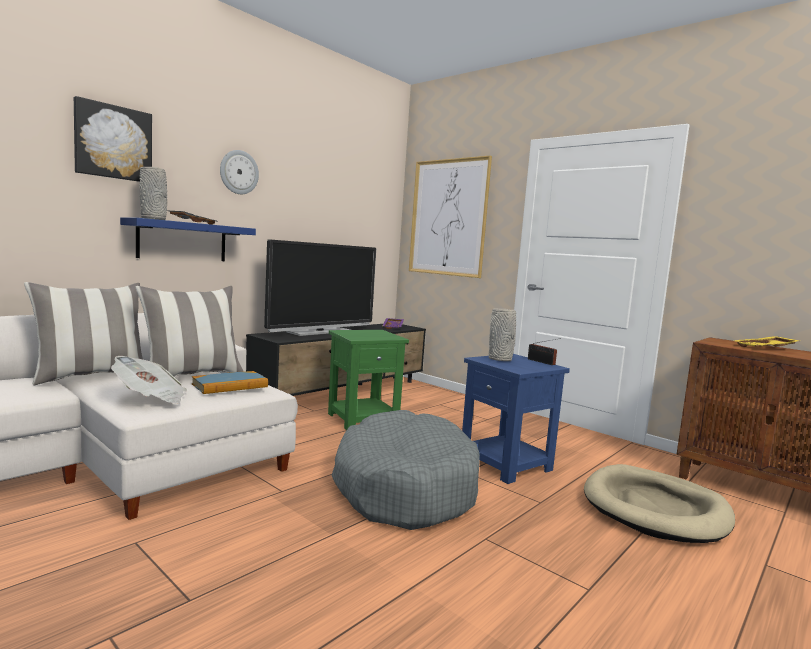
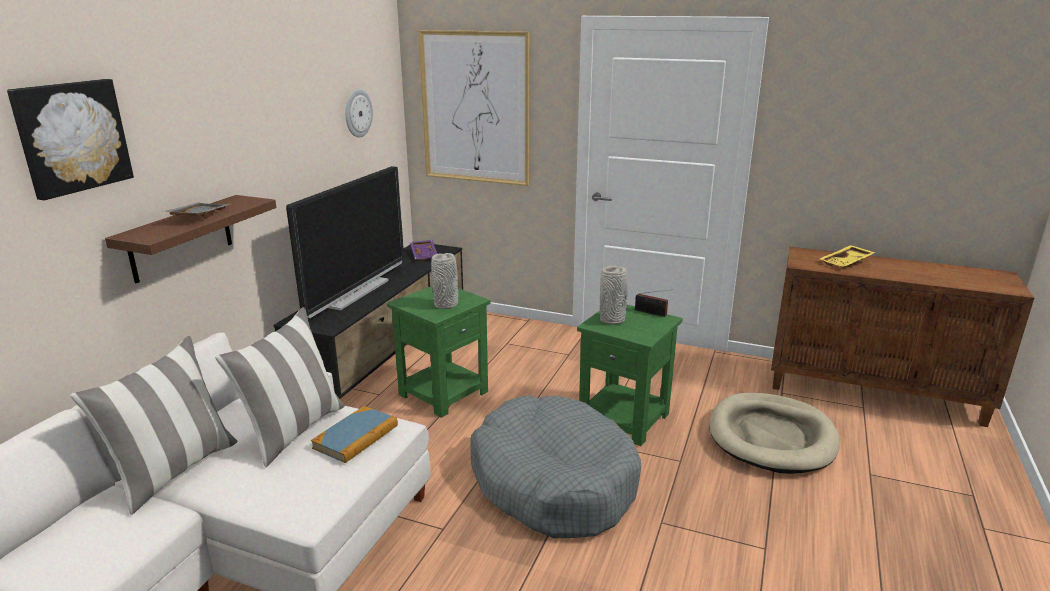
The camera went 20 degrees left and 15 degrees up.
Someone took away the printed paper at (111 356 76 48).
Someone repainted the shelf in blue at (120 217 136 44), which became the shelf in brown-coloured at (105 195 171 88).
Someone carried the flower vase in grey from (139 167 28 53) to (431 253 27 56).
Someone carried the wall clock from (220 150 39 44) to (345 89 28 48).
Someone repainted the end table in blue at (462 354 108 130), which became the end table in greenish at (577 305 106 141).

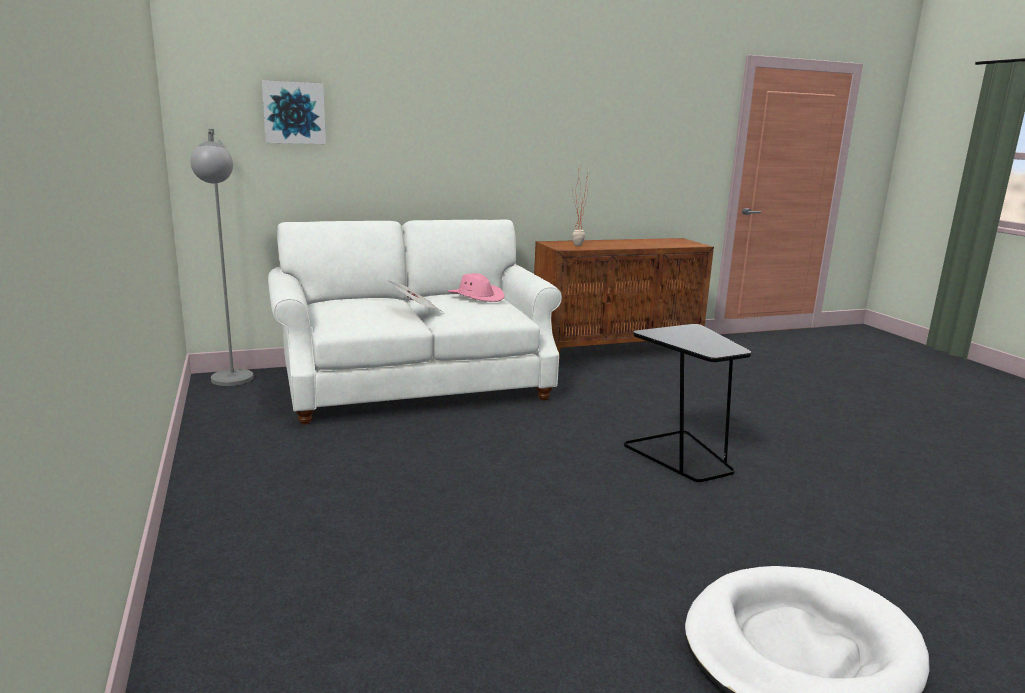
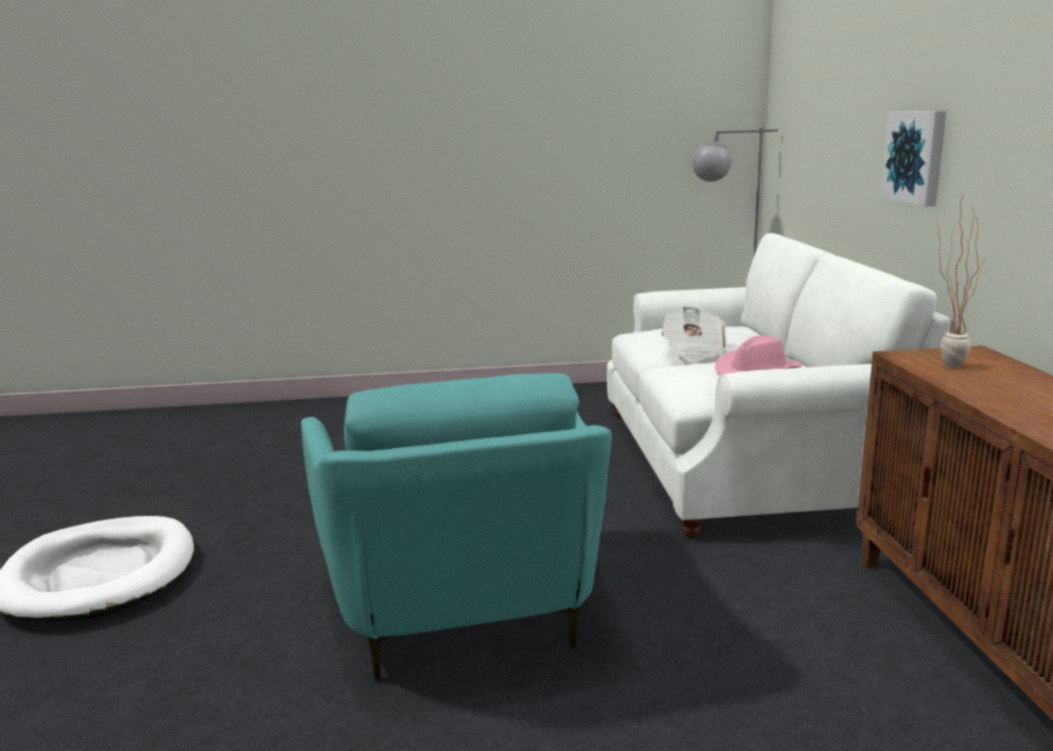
The camera went 105 degrees right and 0 degrees up.
Someone carried the picture from (262 81 64 63) to (880 111 67 96).
Someone swapped the end table in black at (624 324 127 158) for the easy chair in blue-green at (301 373 311 307).

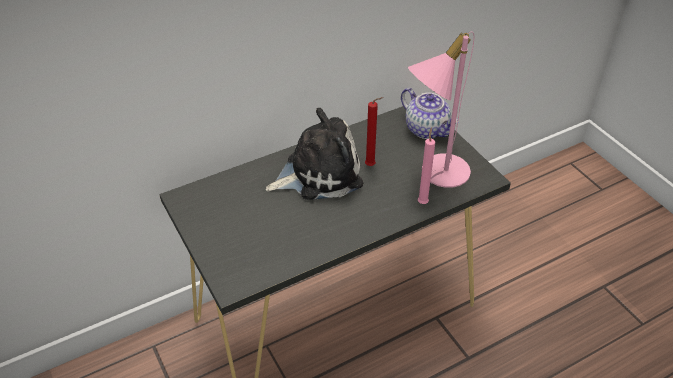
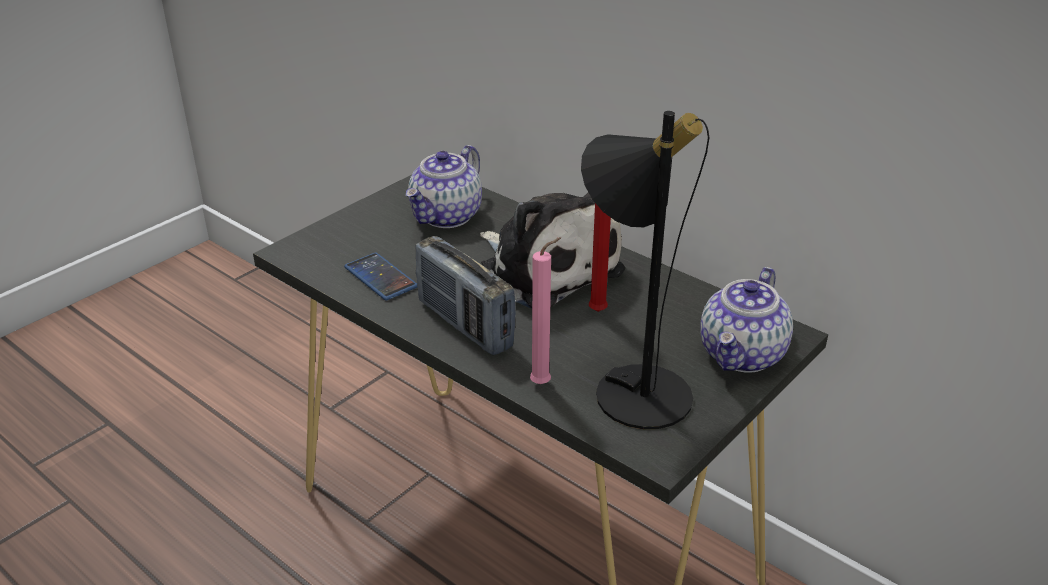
The camera went 70 degrees right and 10 degrees down.
Someone repainted the tabletop lamp in pink at (408 32 67 156), which became the tabletop lamp in black at (581 111 128 318).
Someone put down the phone at (344 252 73 48).
Someone put down the tea pot at (406 145 76 83).
Someone put down the radio receiver at (415 236 101 119).

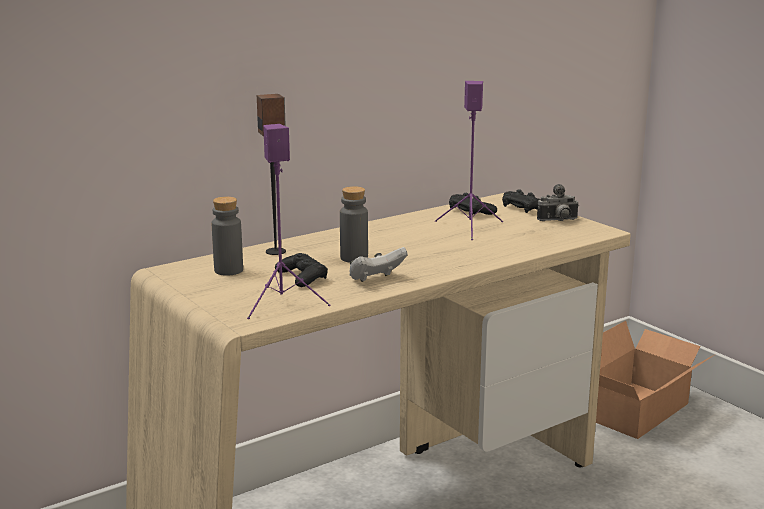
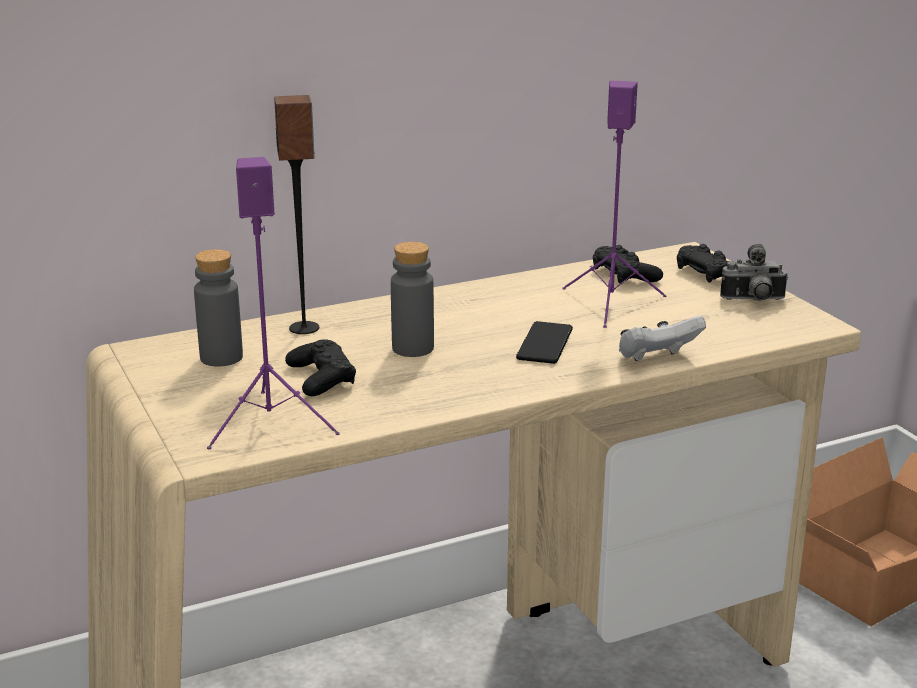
The camera went 10 degrees right and 5 degrees up.
Someone carried the game controller in whitish from (349 247 59 35) to (619 315 87 46).
Someone put down the phone at (516 321 57 43).

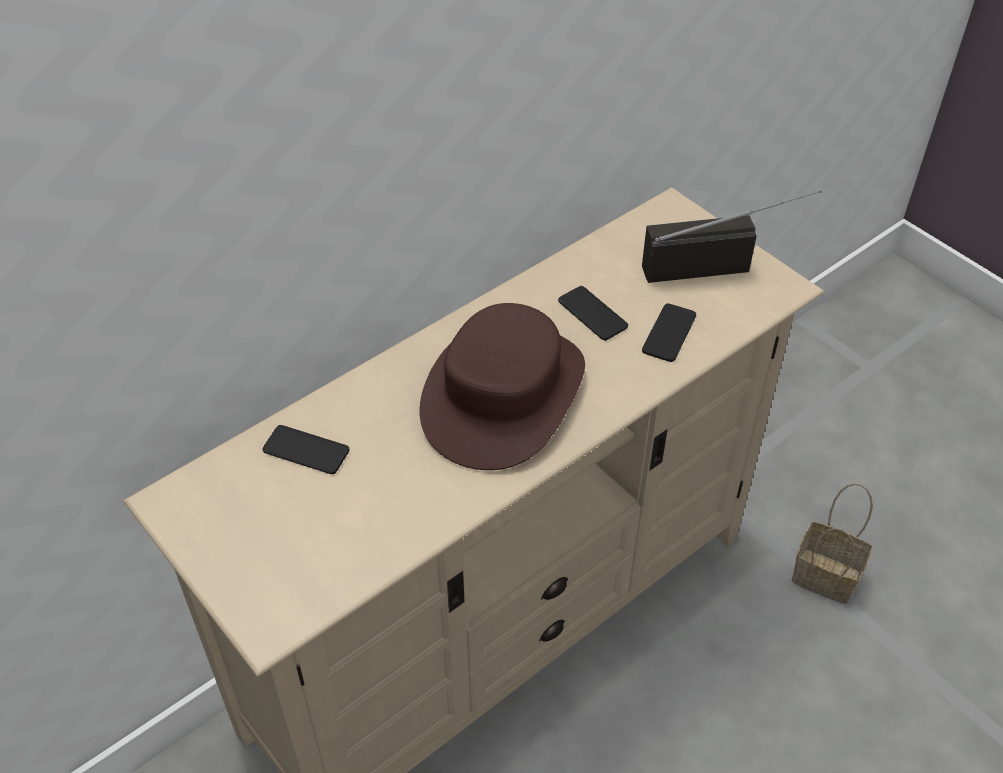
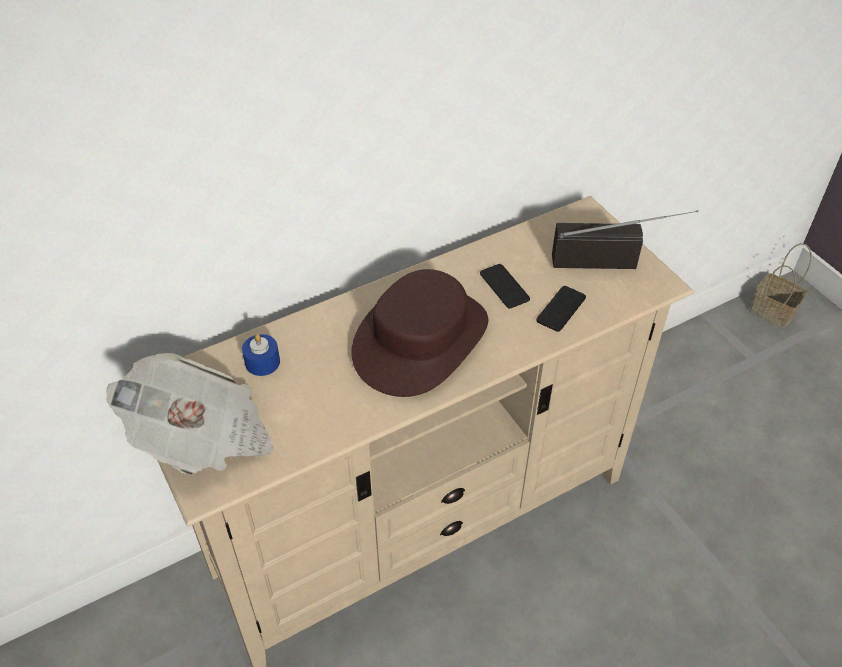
The camera went 10 degrees right and 0 degrees up.
Someone swapped the phone at (263 425 87 49) for the wax light in blue at (242 334 38 42).
Someone carried the storage basket from (792 483 81 121) to (750 243 62 85).
Someone put down the printed paper at (106 353 168 122).

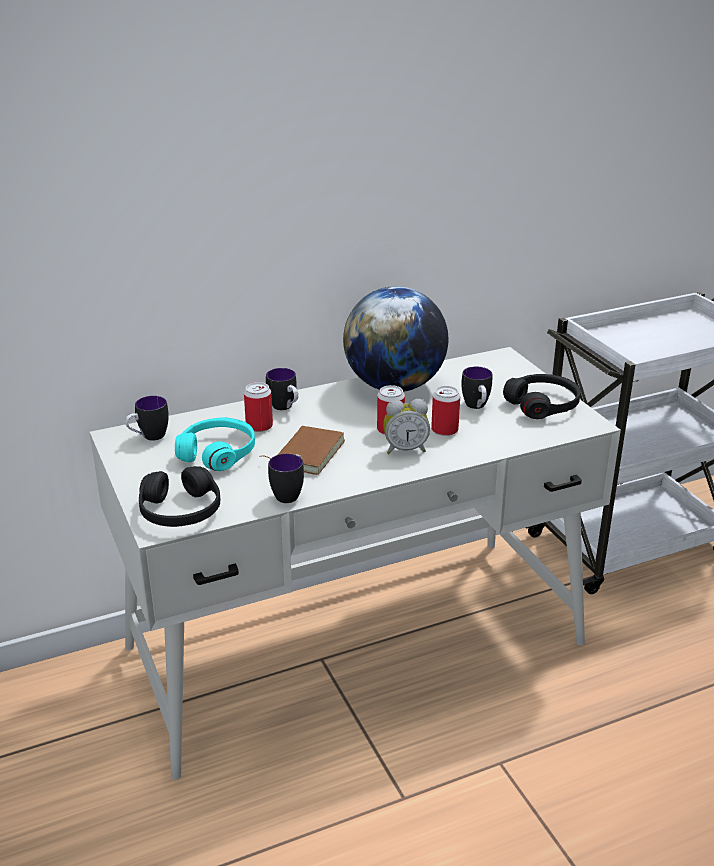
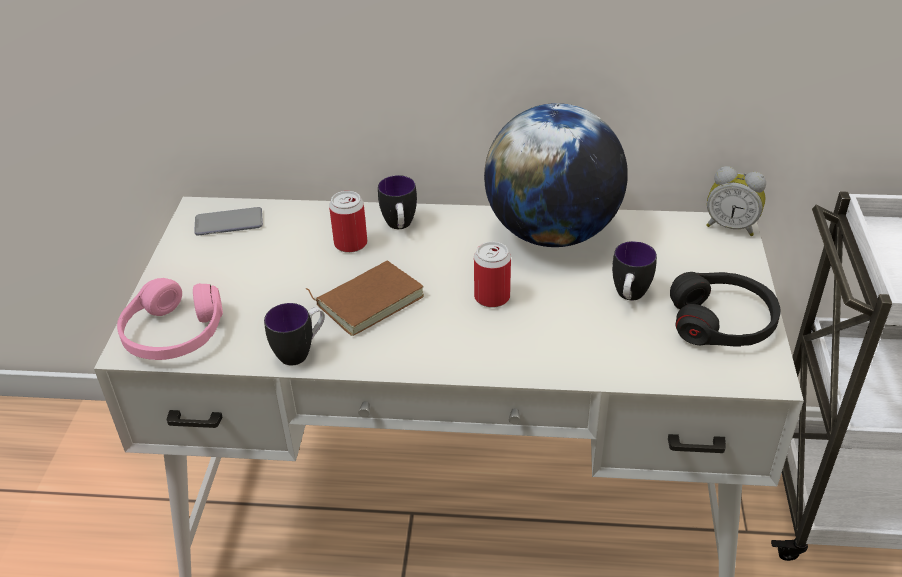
The camera went 30 degrees right and 10 degrees up.
Someone swapped the tea mug at (125 396 44 45) for the phone at (194 207 69 29).
Someone repainted the headset in black at (139 466 81 61), which became the headset in pink at (117 278 106 82).
Someone took away the headset in blue-green at (175 417 80 54).
Someone carried the bedside clock from (383 399 47 55) to (706 166 60 70).
Someone took away the sealed can at (431 386 29 50).

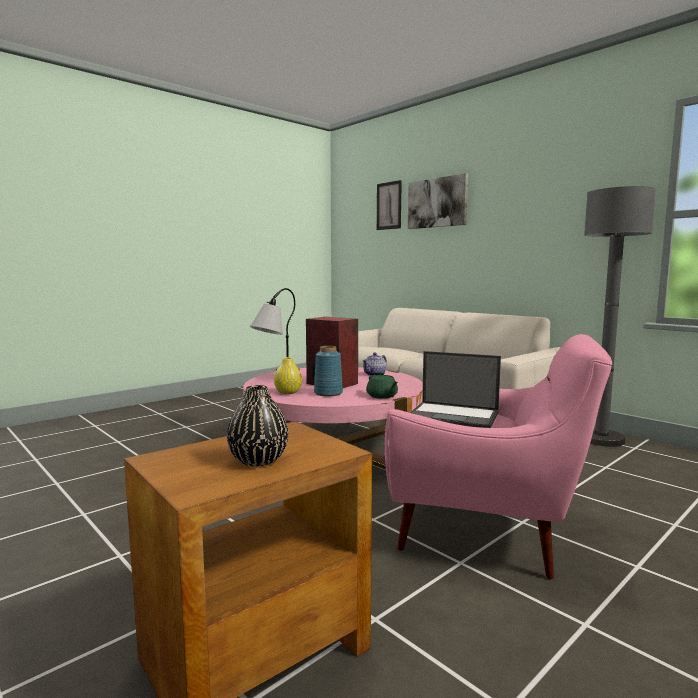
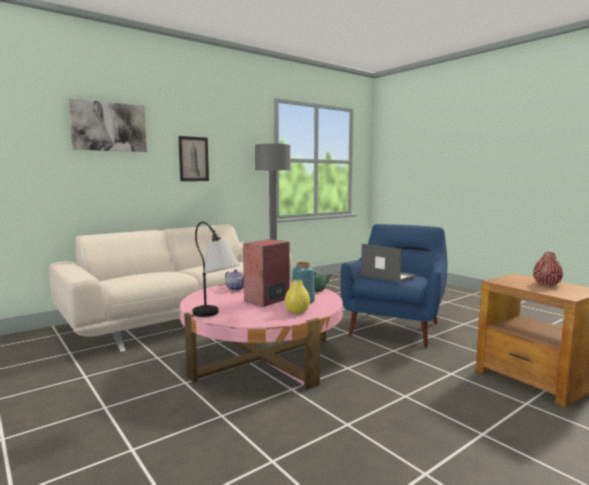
The camera went 85 degrees left and 0 degrees up.
Someone repainted the flower vase in black at (227 385 61 82), which became the flower vase in reddish at (533 252 30 34).
Someone carried the picture from (377 180 25 50) to (178 136 31 45).
Someone repainted the easy chair in pink at (385 334 227 245), which became the easy chair in blue at (340 224 108 123).
Someone rotated the portable computer at (410 351 91 77) by 75 degrees counterclockwise.

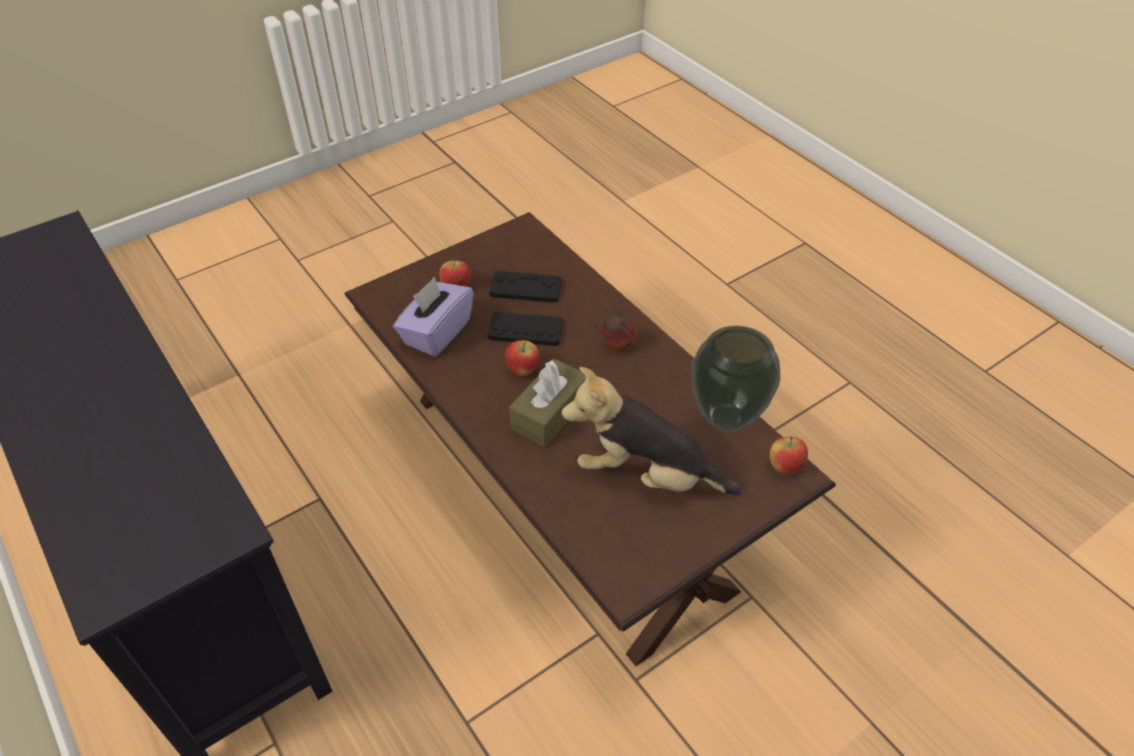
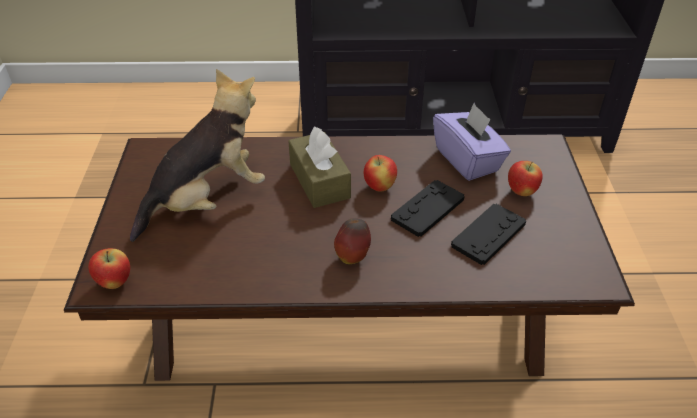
The camera went 125 degrees right and 5 degrees down.
Someone took away the flower vase at (691 326 90 105).

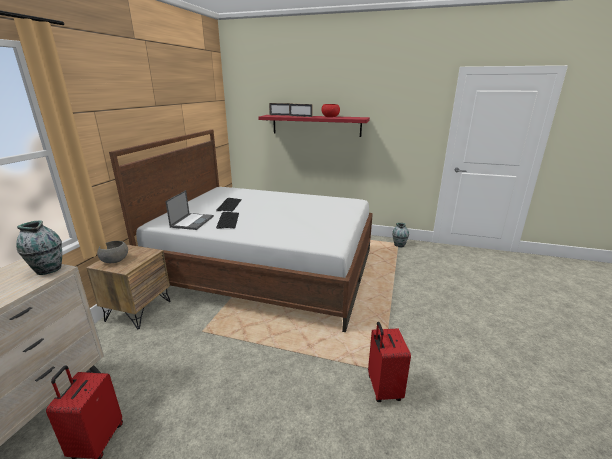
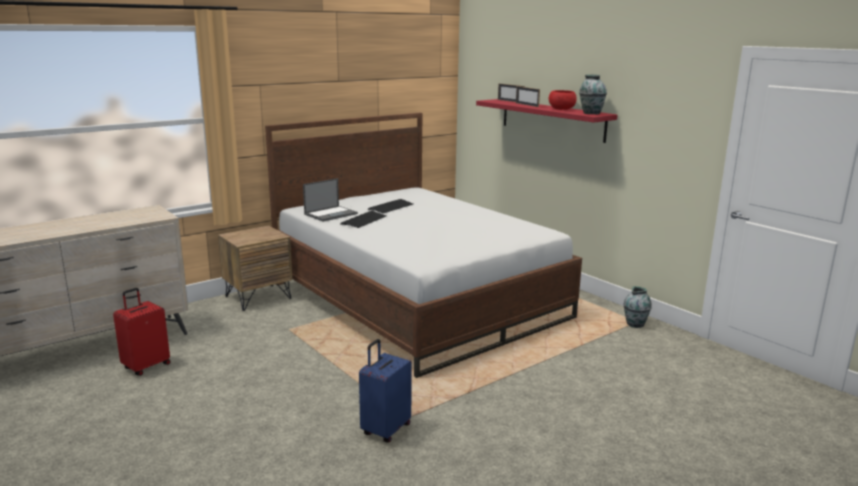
The camera went 35 degrees right and 5 degrees down.
Someone carried the flower vase from (16 220 46 55) to (579 75 28 39).
Someone took away the bowl in grey at (97 241 31 22).
Someone repainted the travel case in reddish at (368 322 43 80), which became the travel case in blue at (359 339 53 104).

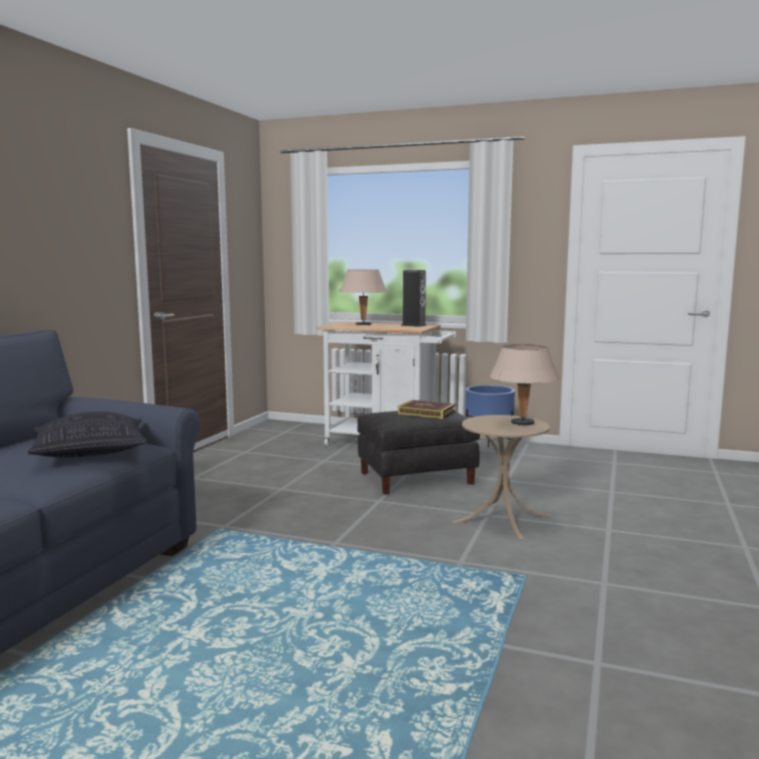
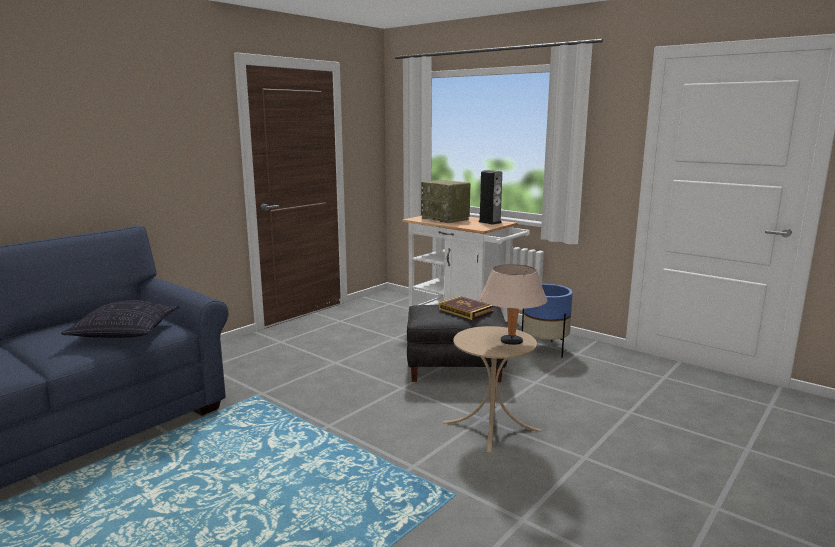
The camera went 20 degrees right and 5 degrees up.
Someone swapped the tabletop lamp in sand-coloured at (339 270 48 55) for the radio receiver at (421 180 50 43).

